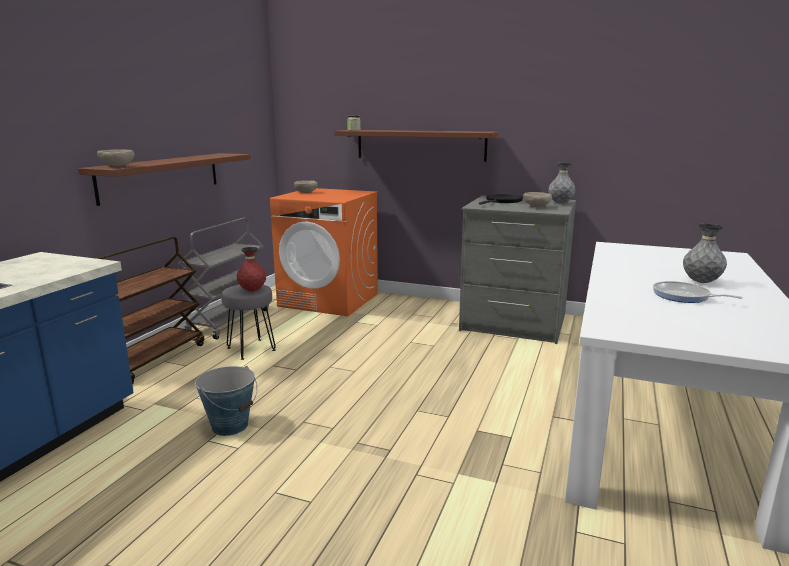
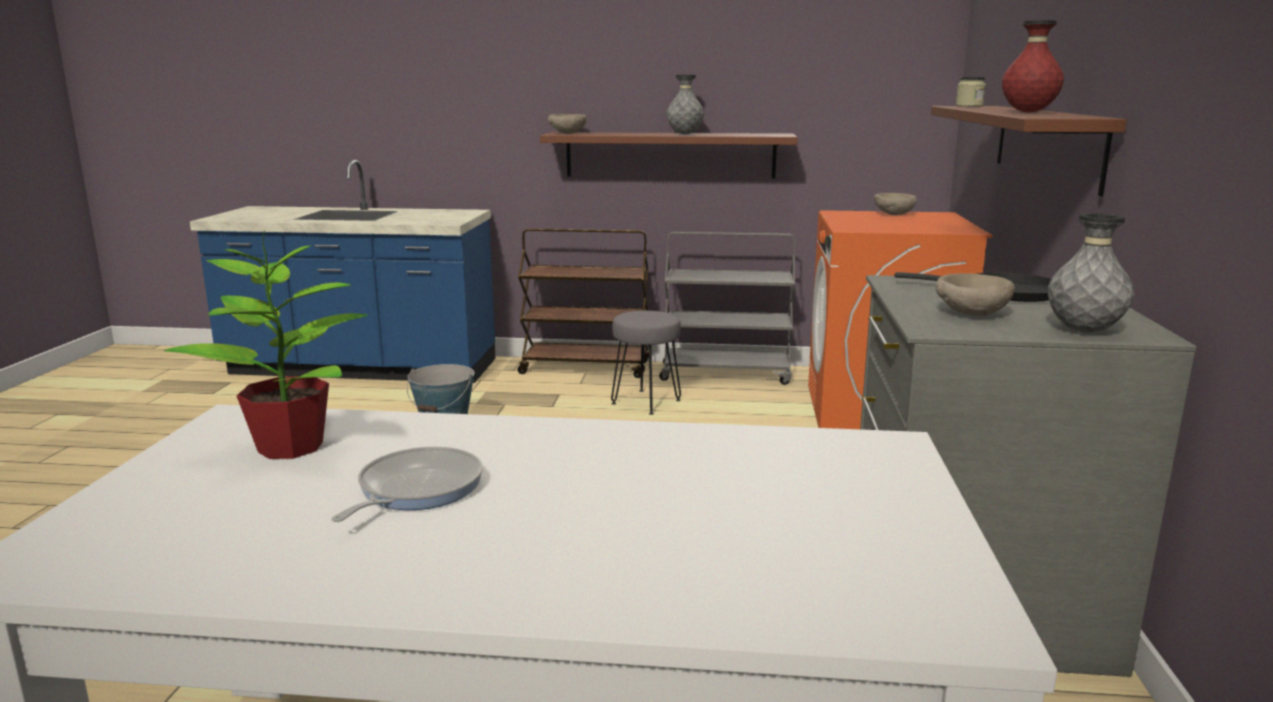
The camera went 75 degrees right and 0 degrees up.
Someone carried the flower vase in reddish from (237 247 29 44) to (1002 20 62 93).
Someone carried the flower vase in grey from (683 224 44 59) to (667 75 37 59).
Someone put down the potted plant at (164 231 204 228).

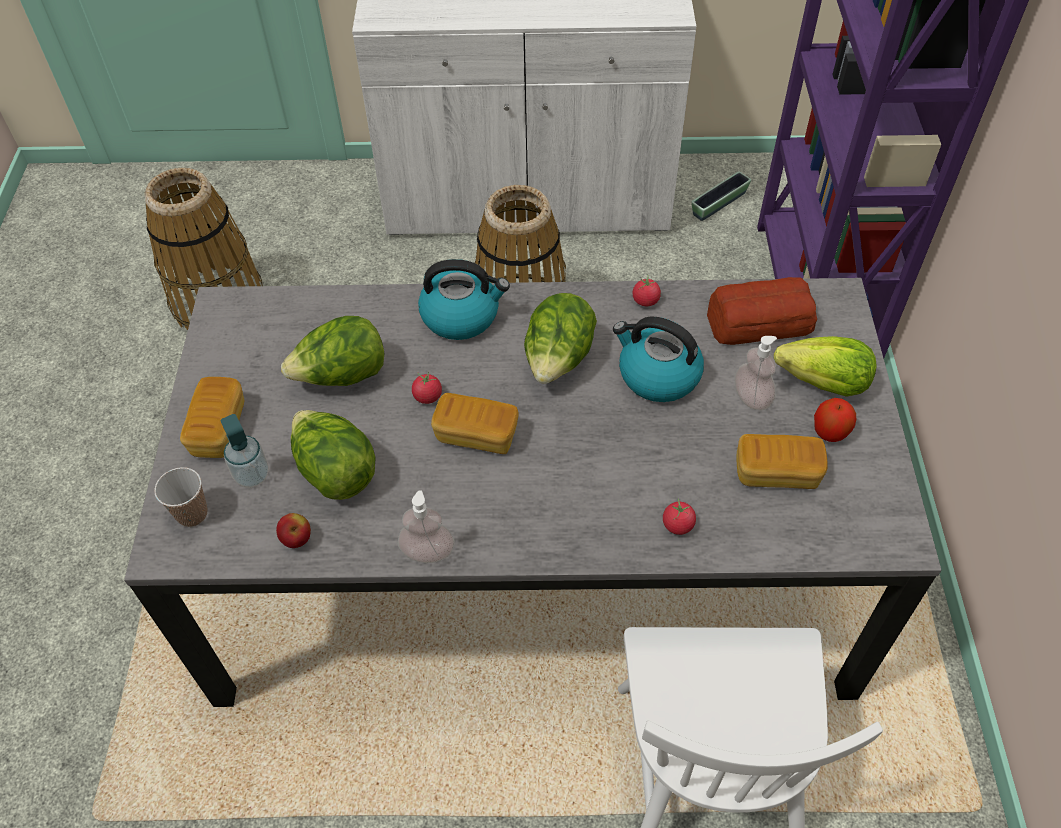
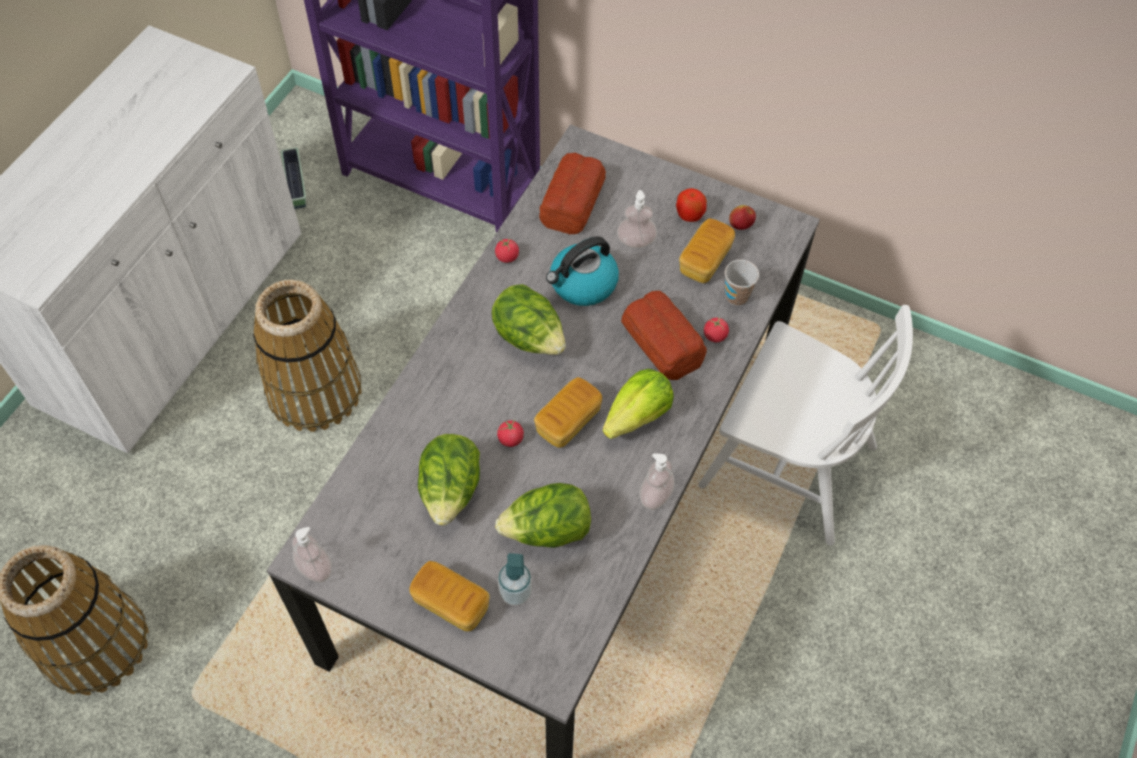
The camera went 65 degrees left and 5 degrees up.
Someone carried the small cup from (154 467 54 60) to (725 260 34 46).
Someone carried the apple from (276 513 35 35) to (729 205 27 25).
Someone took away the kettle at (418 259 92 81).
Someone carried the head of lettuce from (774 336 103 61) to (602 369 72 70).
Someone put down the liquid soap bottle at (292 527 40 55).
Someone put down the bakery bread at (621 291 86 89).

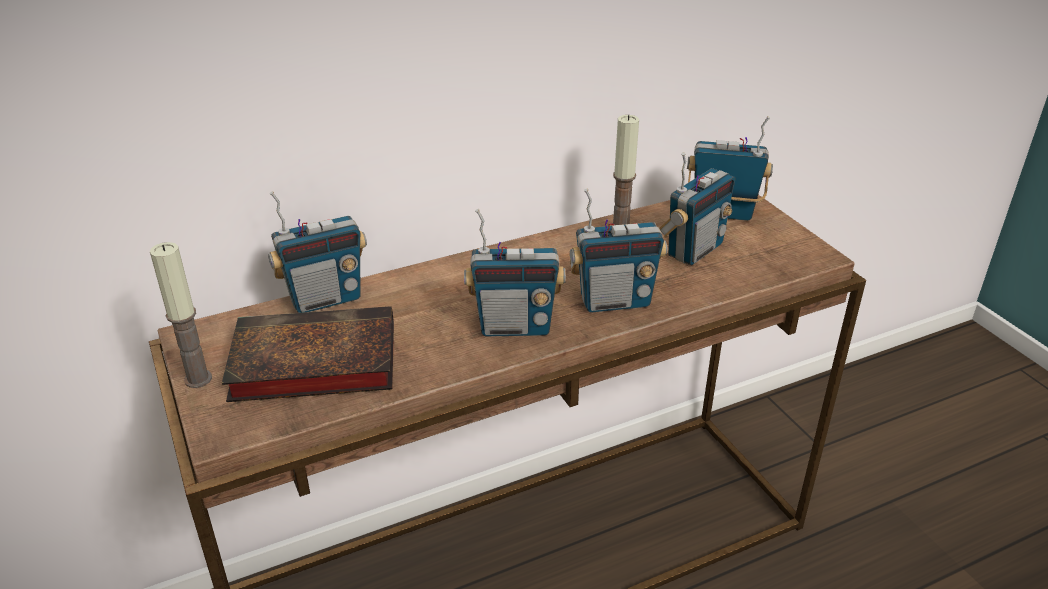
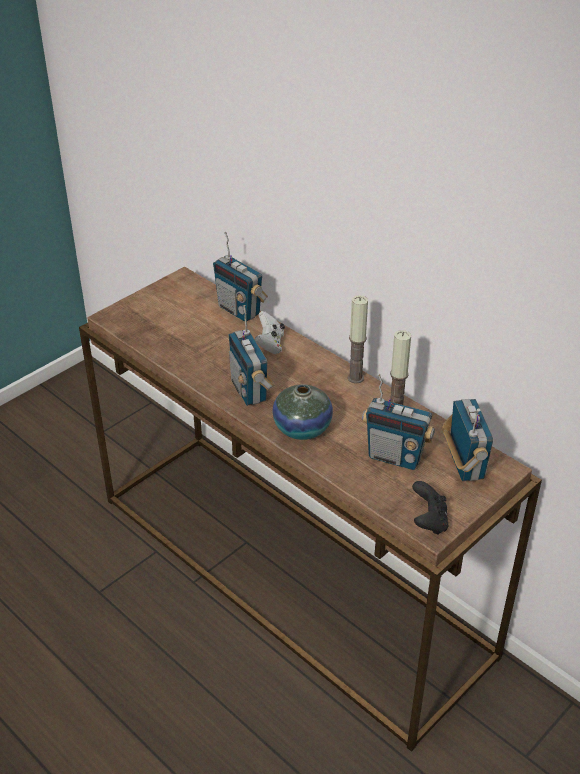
The camera went 70 degrees right and 5 degrees up.
Someone carried the wax light from (150 242 62 146) to (347 295 21 89).
Someone took away the volume at (222 306 172 96).
Someone swapped the radio receiver at (570 189 98 124) for the flower vase at (272 384 61 56).
Someone put down the game controller in whitish at (254 311 31 43).
Someone put down the game controller in black at (412 481 36 54).

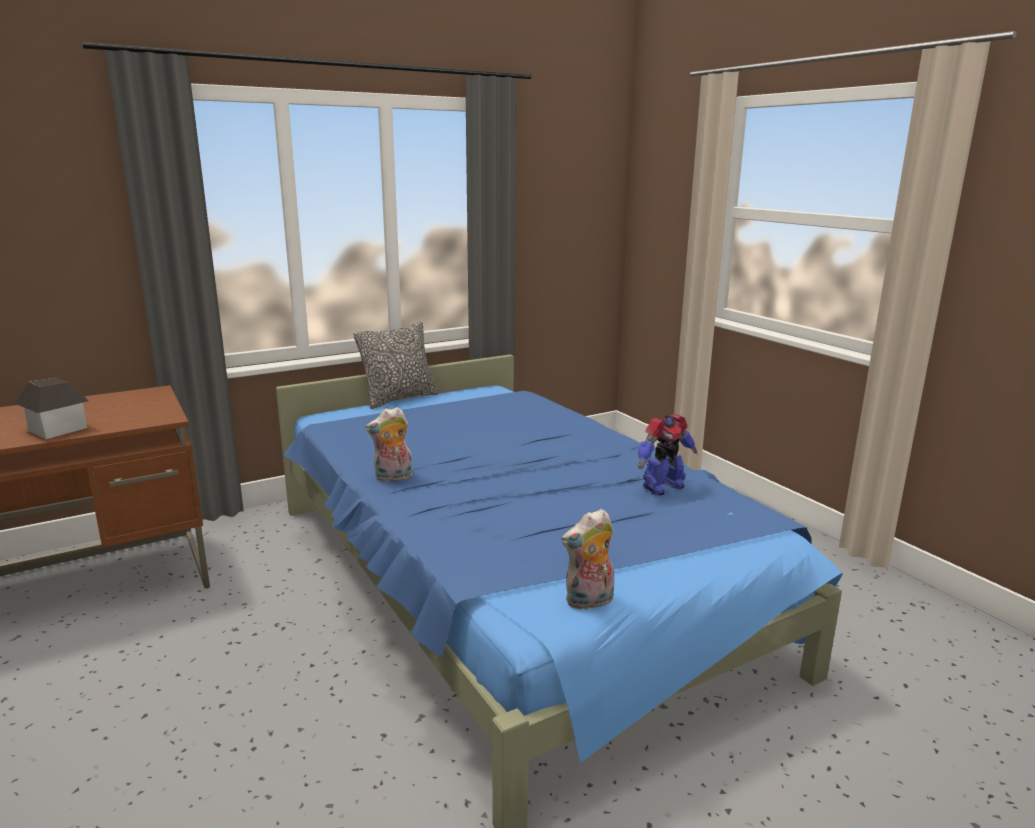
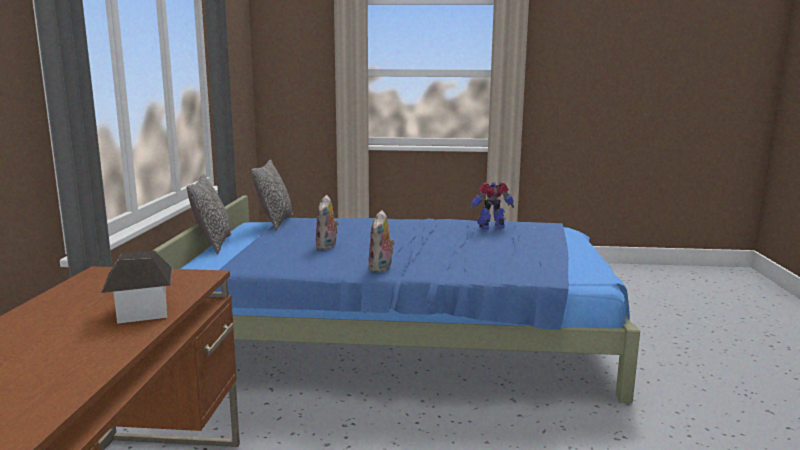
The camera went 55 degrees left and 5 degrees down.
Someone carried the plush toy from (562 509 52 101) to (316 195 23 55).
Someone rotated the toy robot at (638 414 59 82) by 105 degrees counterclockwise.
Someone put down the pillow at (251 159 42 72).

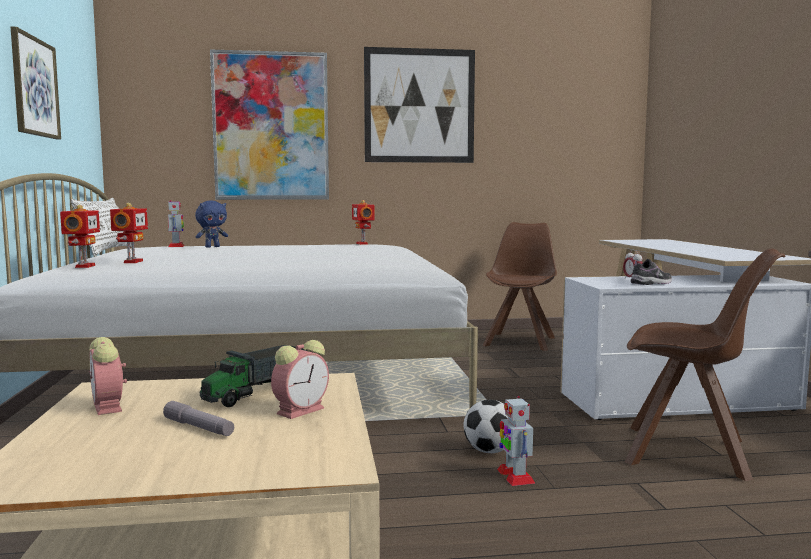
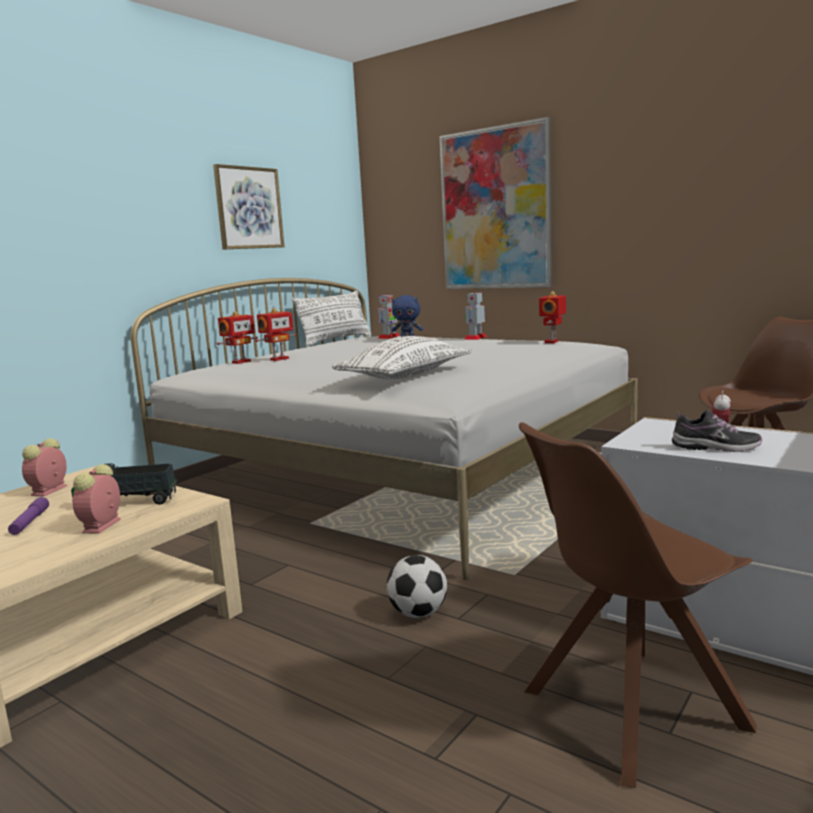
The camera went 45 degrees right and 5 degrees up.
Someone repainted the hand torch in grey at (163 401 71 35), which became the hand torch in purple-coloured at (8 497 41 38).
Someone rotated the bedside clock at (271 340 58 79) by 105 degrees clockwise.
Someone took away the picture at (364 47 111 116).
Someone carried the toy robot from (497 396 39 90) to (464 292 23 48).
Someone rotated the plain chair in brown-coloured at (625 249 160 232) by 90 degrees clockwise.
Someone put down the pillow in whitish at (332 336 140 44).

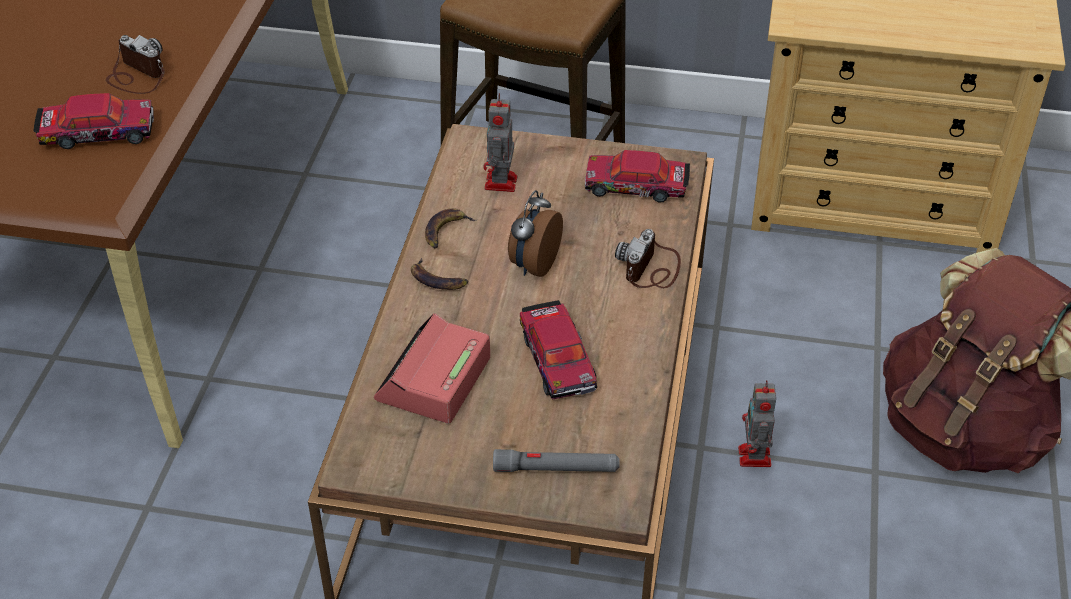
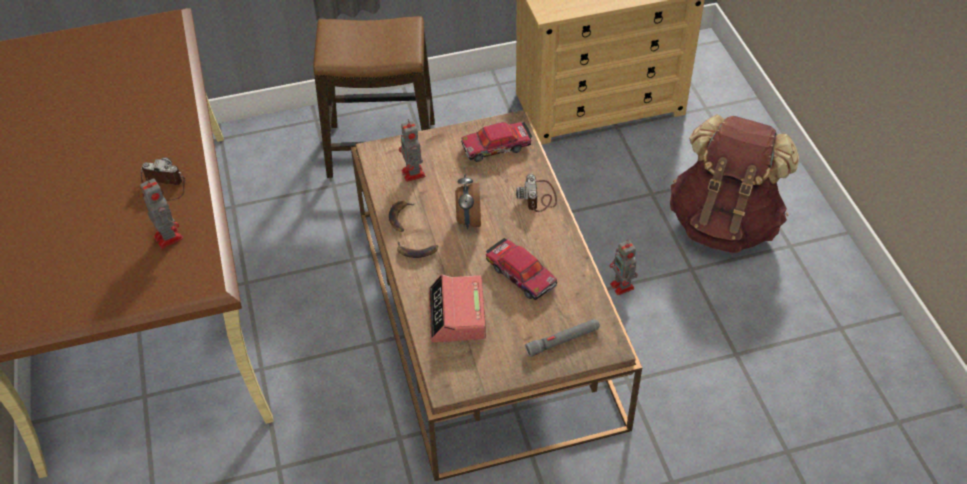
The camera went 25 degrees left and 5 degrees up.
Someone swapped the miniature car at (34 93 120 56) for the toy robot at (140 178 43 71).

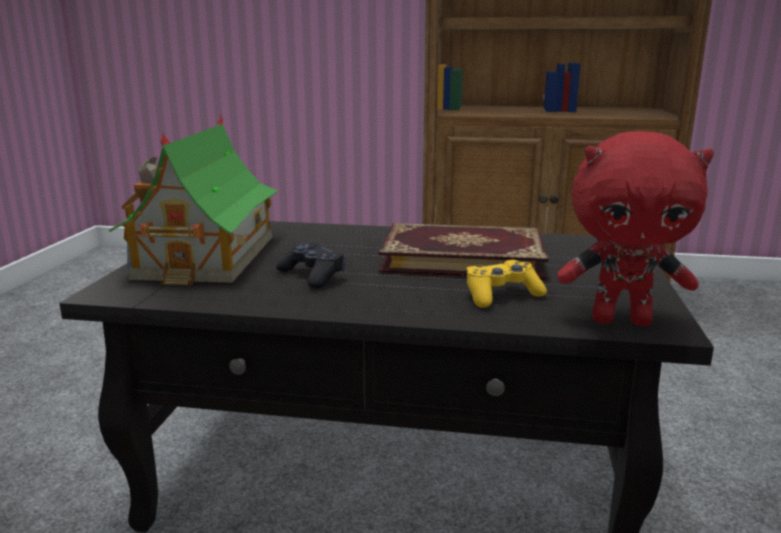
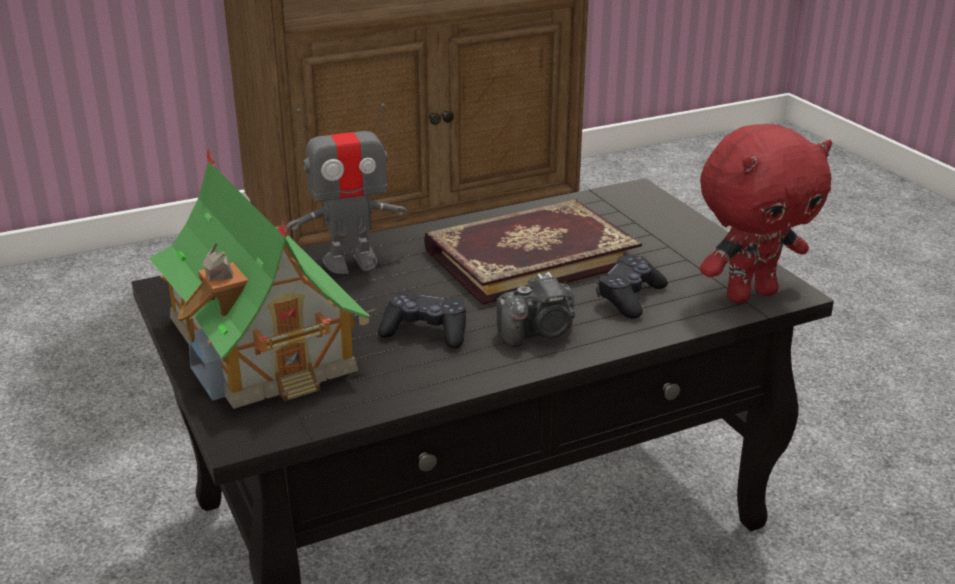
The camera went 35 degrees left and 10 degrees up.
Someone repainted the game controller in yellowish at (466 260 81 48), which became the game controller in black at (596 255 72 64).
Someone put down the toy robot at (286 104 122 170).
Someone put down the still camera at (496 272 79 75).

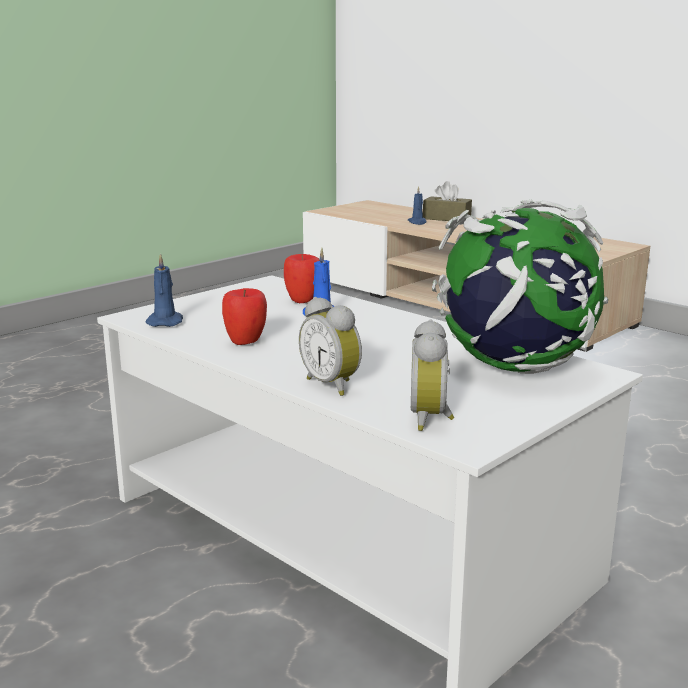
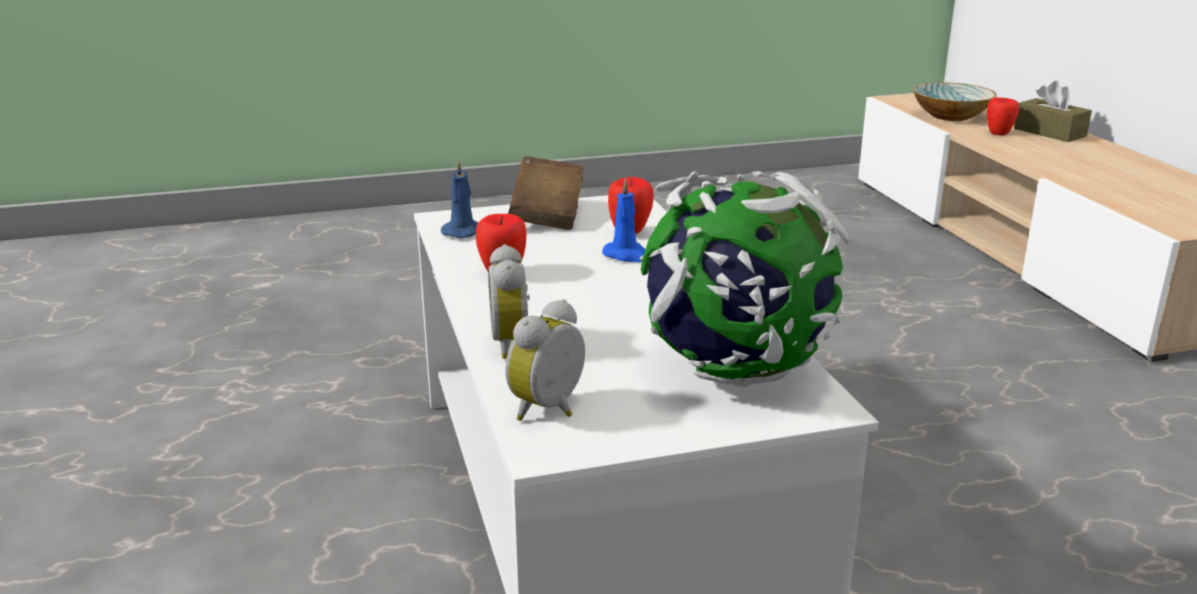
The camera went 30 degrees right and 5 degrees up.
Someone swapped the wax light in blue at (408 186 19 39) for the apple at (987 97 32 38).
Someone put down the volume in brown-coloured at (508 156 76 73).
Someone put down the bowl at (913 82 84 39).

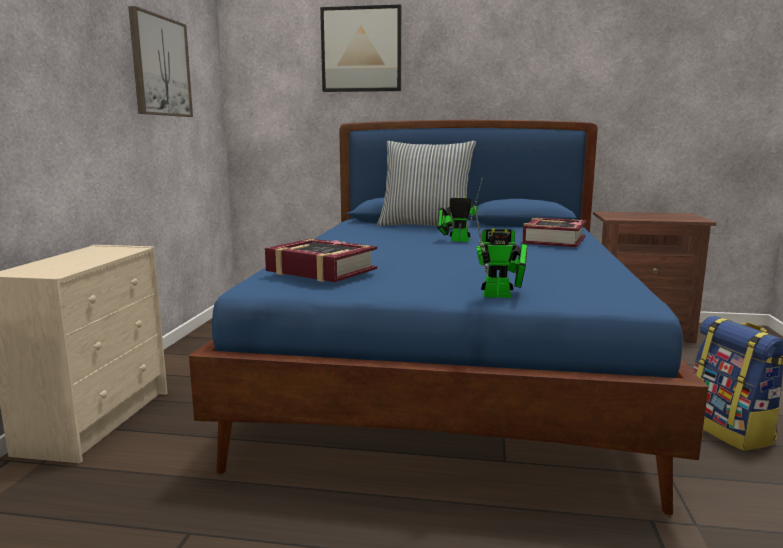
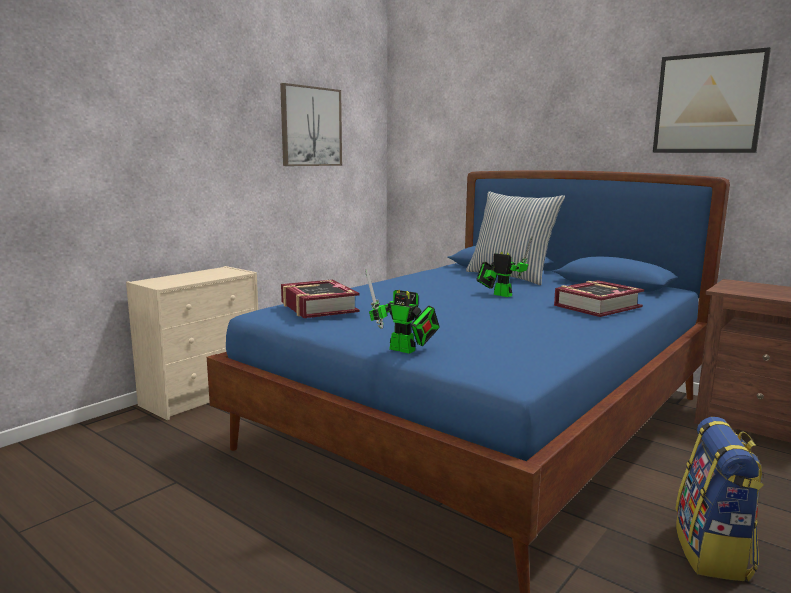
The camera went 30 degrees right and 0 degrees up.
Someone carried the picture from (320 4 81 88) to (653 47 118 106).

